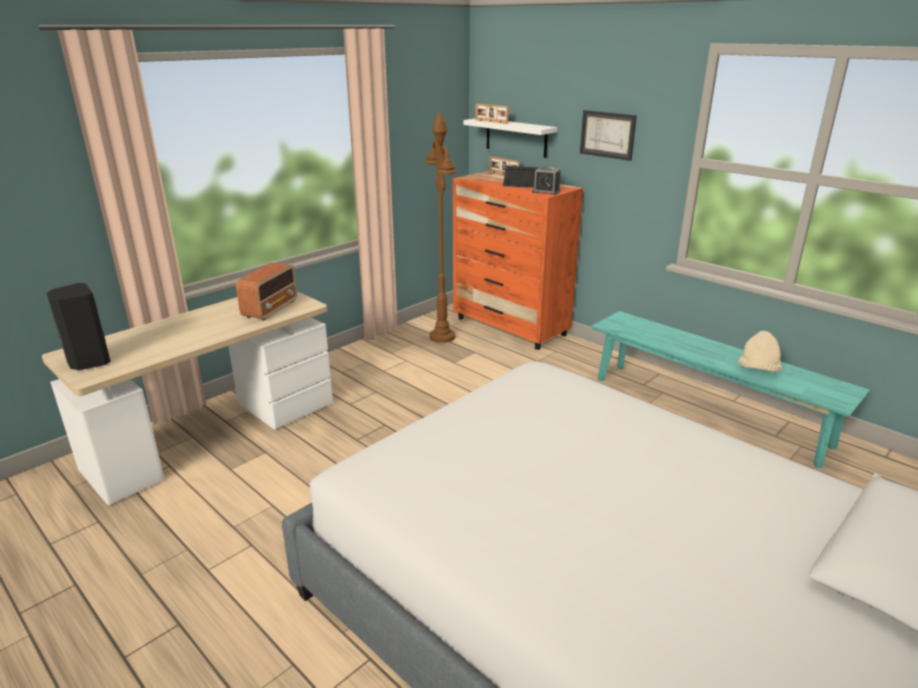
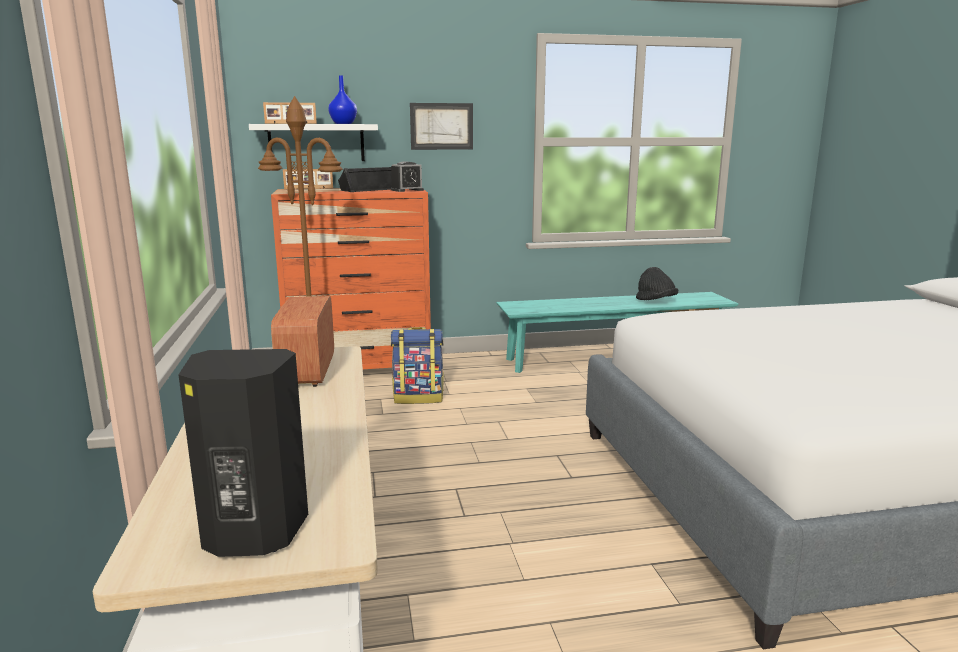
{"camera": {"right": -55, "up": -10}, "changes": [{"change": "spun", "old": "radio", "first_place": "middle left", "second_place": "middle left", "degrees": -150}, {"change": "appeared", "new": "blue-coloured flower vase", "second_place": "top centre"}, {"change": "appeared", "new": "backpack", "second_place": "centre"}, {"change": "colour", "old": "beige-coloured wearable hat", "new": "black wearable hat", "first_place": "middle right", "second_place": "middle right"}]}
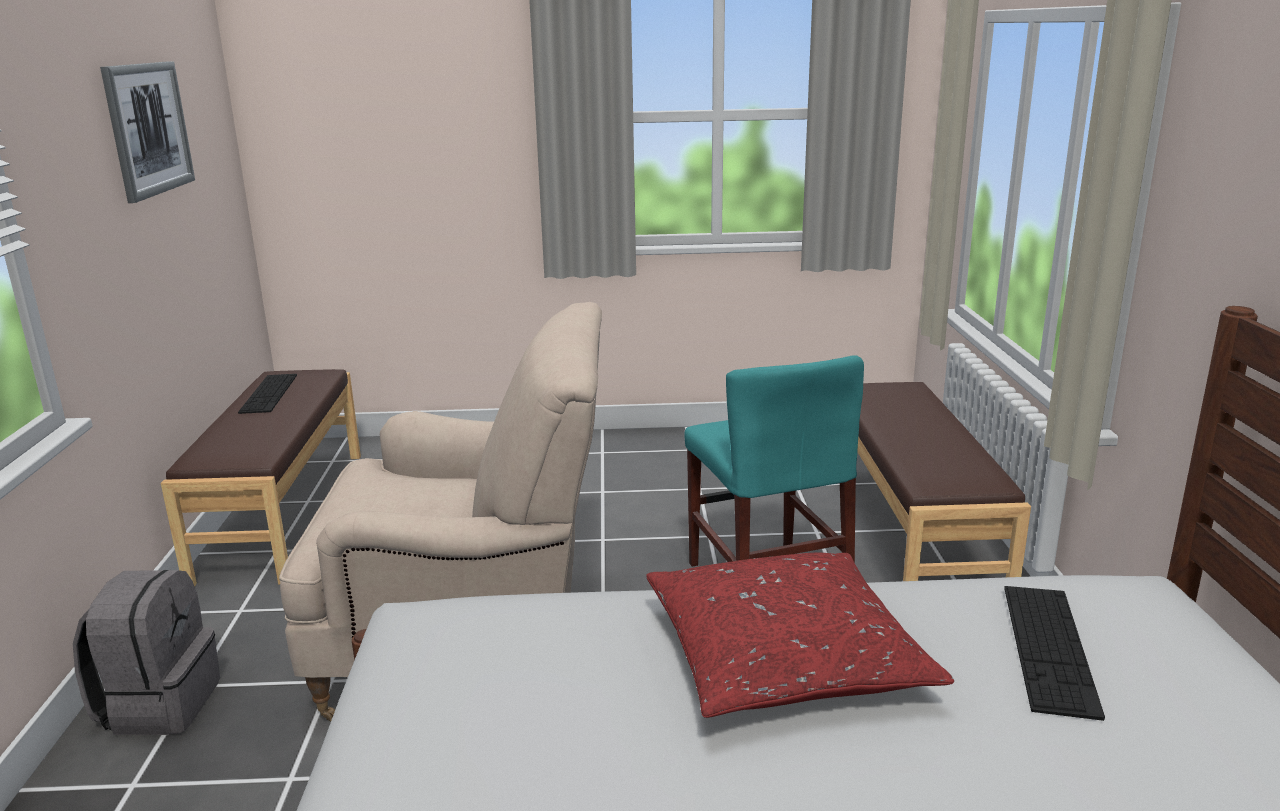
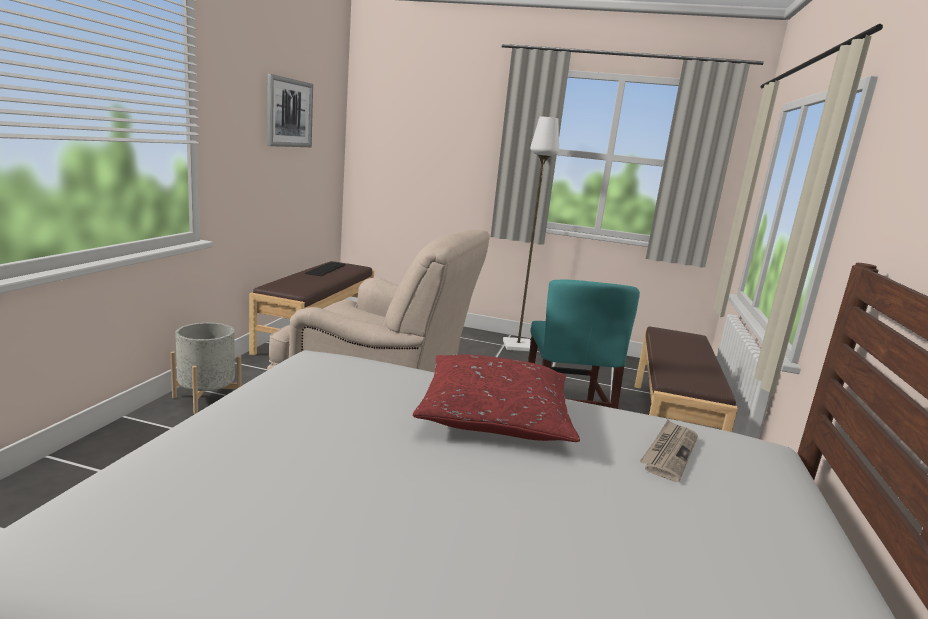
{"camera": {"right": 15, "up": -5}, "changes": [{"change": "exchanged", "old": "greyish backpack", "new": "greyish plant pot", "first_place": "bottom left", "second_place": "middle left"}, {"change": "appeared", "new": "whitish standard lamp", "second_place": "centre"}, {"change": "exchanged", "old": "keyboard (no. 2 from left)", "new": "daily paper", "first_place": "bottom right", "second_place": "bottom right"}]}
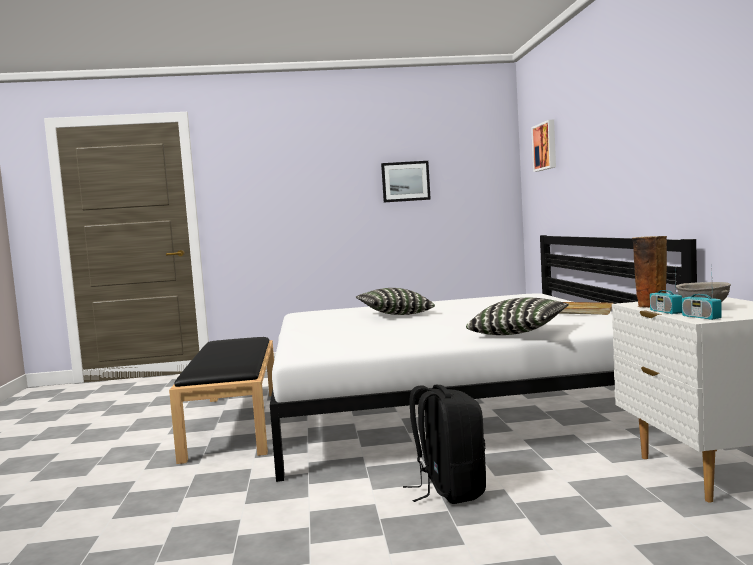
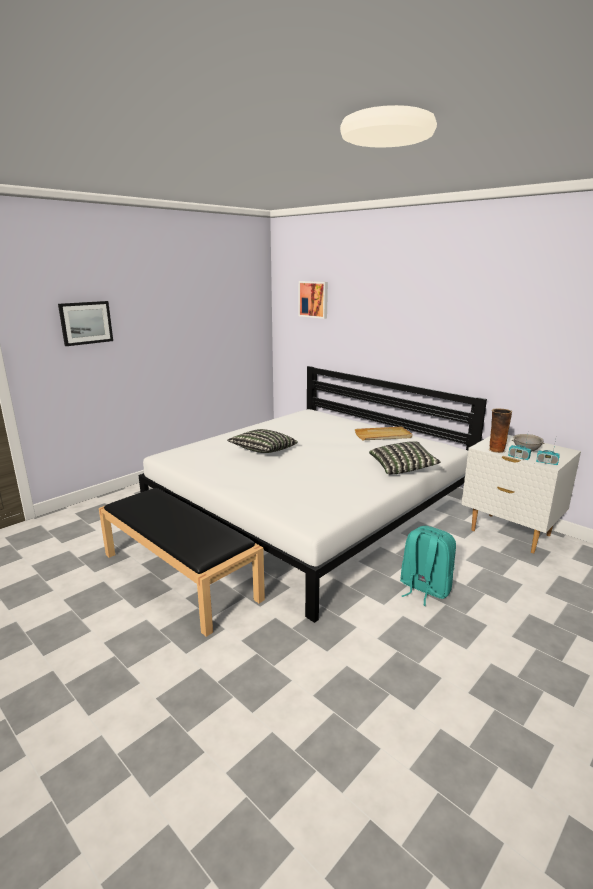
{"camera": {"right": -40, "up": 15}, "changes": [{"change": "relocated", "old": "wall picture (no. 1 from left)", "first_place": "top centre", "second_place": "middle left"}, {"change": "colour", "old": "black backpack", "new": "turquoise backpack", "first_place": "bottom centre", "second_place": "middle right"}]}
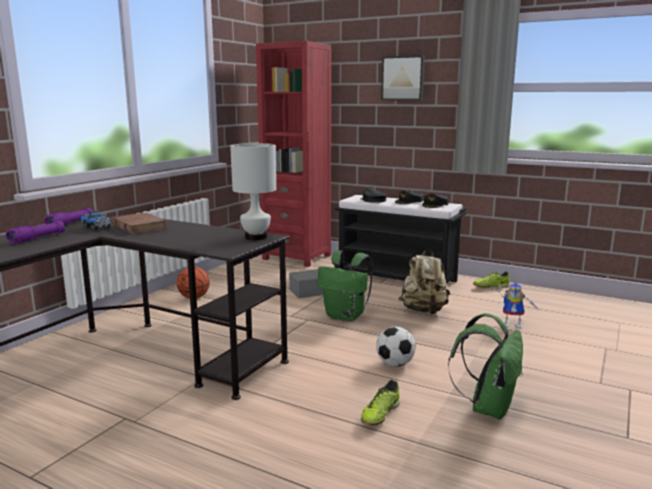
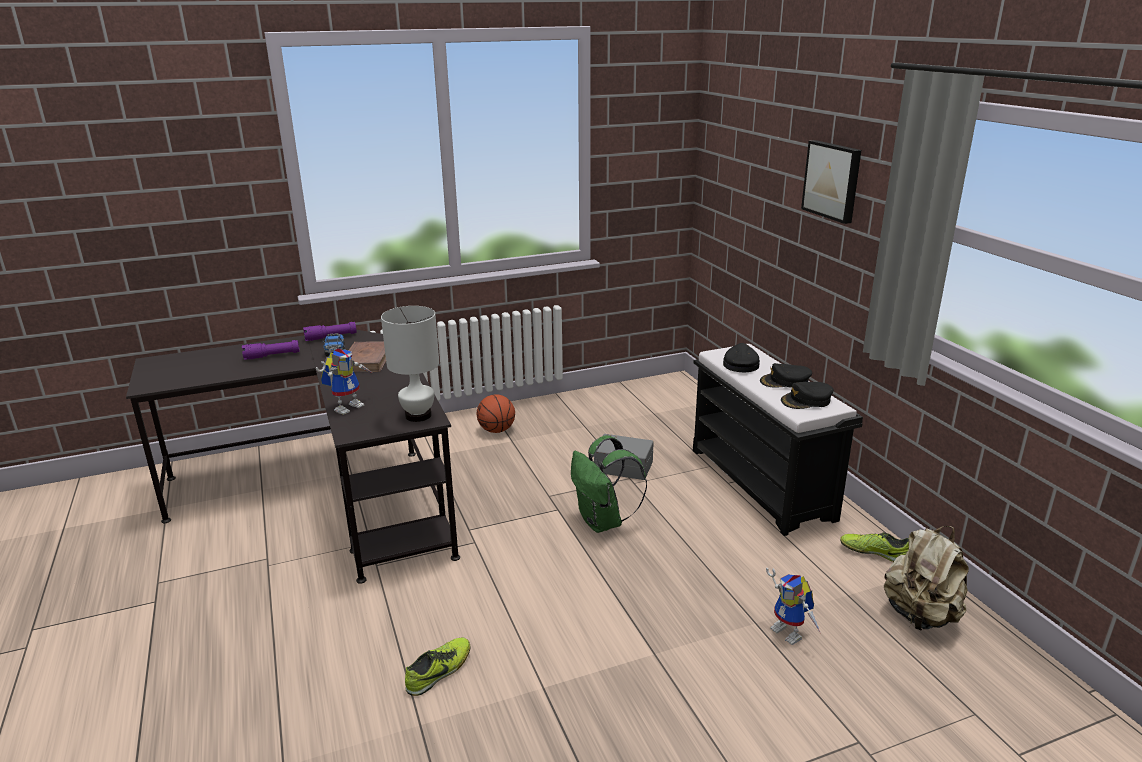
{"camera": {"right": 40, "up": 10}, "changes": [{"change": "appeared", "new": "robot figure (no. 1 from left)", "second_place": "middle left"}, {"change": "spun", "old": "item of footwear (no. 1 from left)", "first_place": "bottom centre", "second_place": "bottom centre", "degrees": 150}, {"change": "relocated", "old": "beige-coloured backpack", "first_place": "centre", "second_place": "bottom right"}, {"change": "missing", "old": "reddish shelving unit", "first_place": "top centre"}, {"change": "missing", "old": "ball for football", "first_place": "bottom centre"}, {"change": "missing", "old": "green backpack (no. 2 from left)", "first_place": "bottom right"}]}
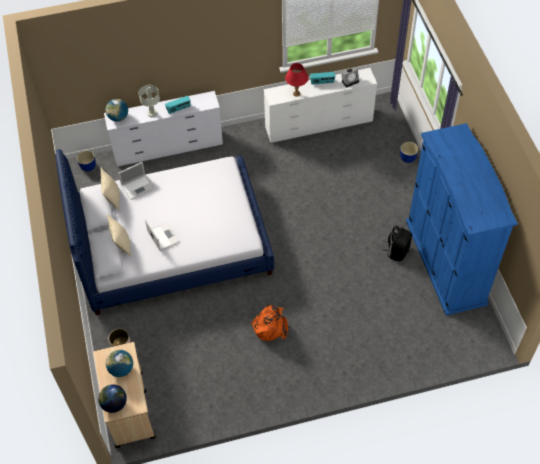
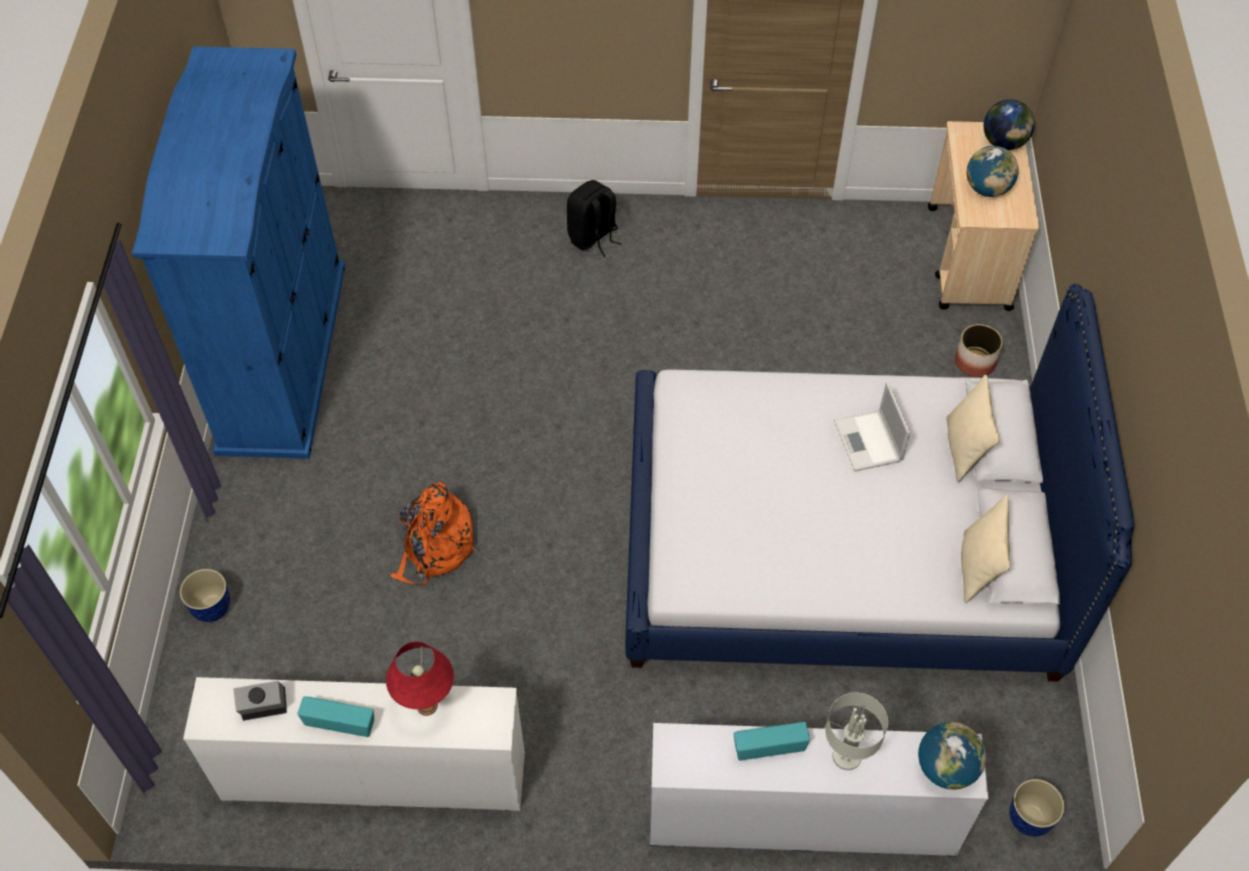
{"camera": {"right": -165, "up": 0}, "changes": [{"change": "relocated", "old": "orange backpack", "first_place": "bottom centre", "second_place": "centre"}, {"change": "relocated", "old": "black backpack", "first_place": "middle right", "second_place": "top centre"}, {"change": "missing", "old": "laptop (no. 1 from left)", "first_place": "middle left"}]}
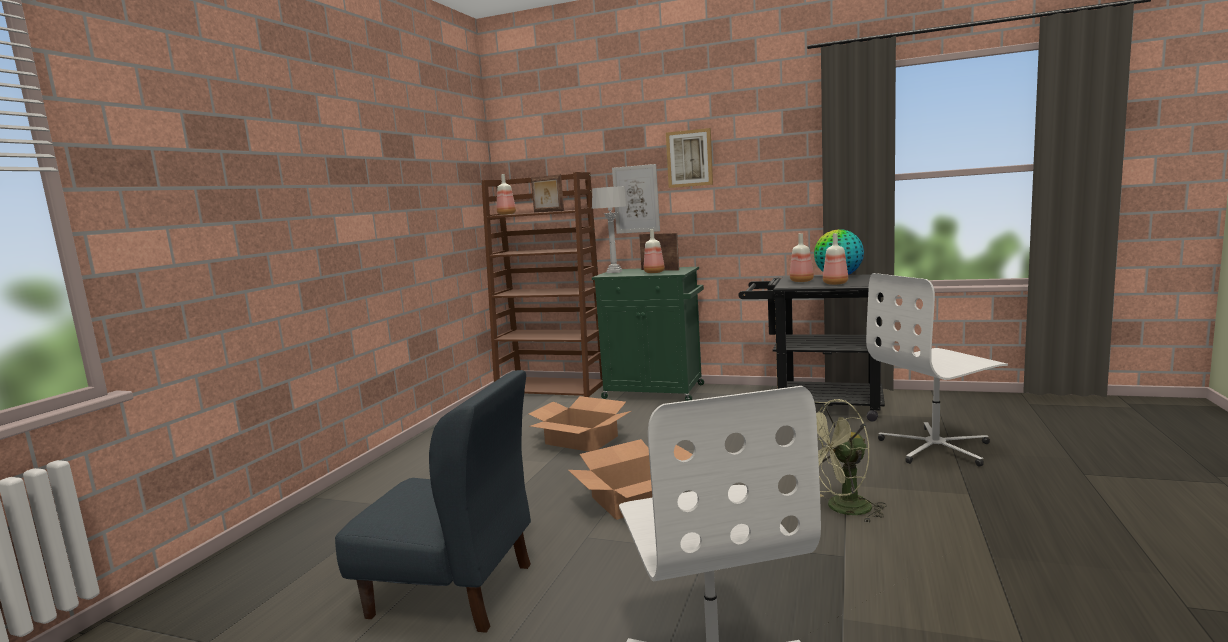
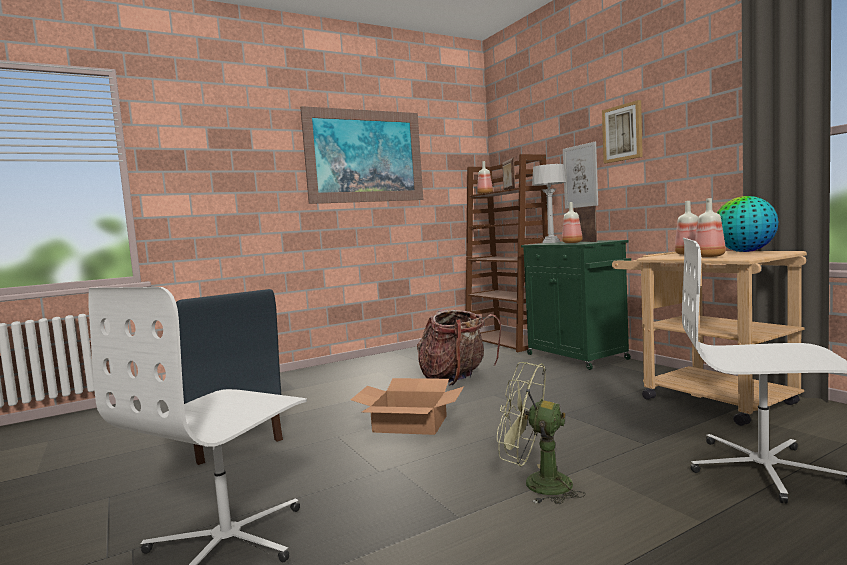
{"camera": {"right": 40, "up": -5}, "changes": [{"change": "appeared", "new": "wall picture (no. 1 from left)", "second_place": "top centre"}, {"change": "exchanged", "old": "cardboard box (no. 1 from left)", "new": "backpack", "first_place": "centre", "second_place": "centre"}, {"change": "colour", "old": "black cart", "new": "beige-coloured cart", "first_place": "centre", "second_place": "middle right"}]}
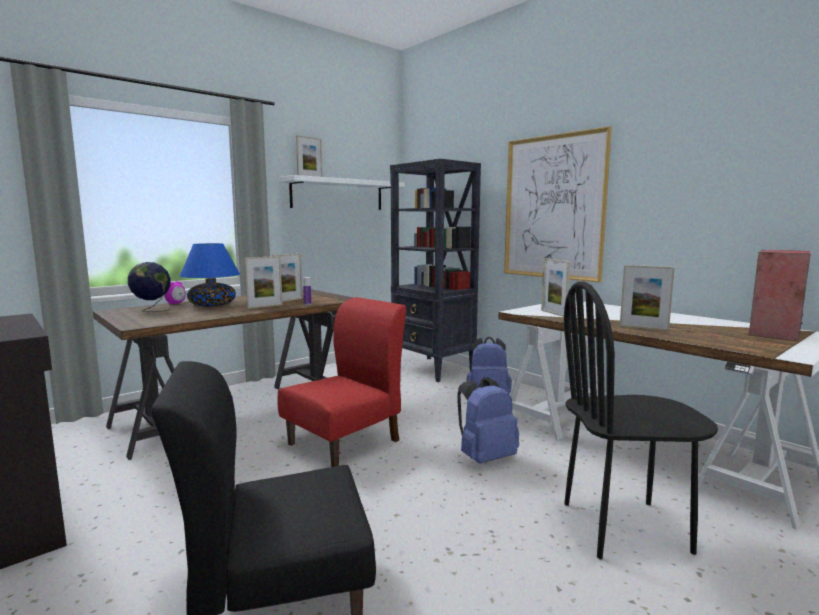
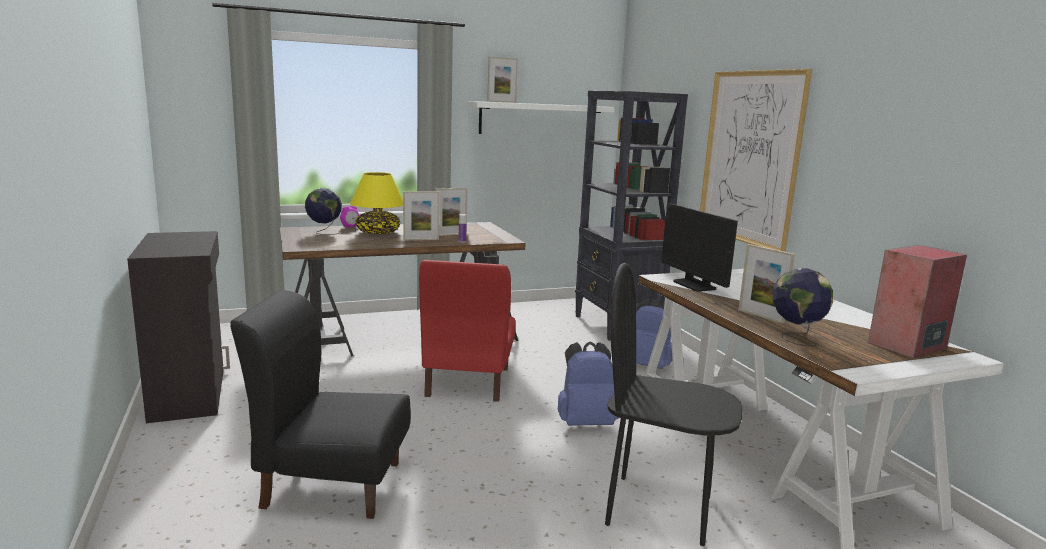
{"camera": {"right": 20, "up": 5}, "changes": [{"change": "colour", "old": "blue-coloured table lamp", "new": "yellowish table lamp", "first_place": "middle left", "second_place": "centre"}, {"change": "spun", "old": "reddish chair", "first_place": "centre", "second_place": "centre", "degrees": 120}, {"change": "exchanged", "old": "standing frame (no. 4 from left)", "new": "monitor", "first_place": "middle right", "second_place": "middle right"}, {"change": "appeared", "new": "world globe (no. 2 from left)", "second_place": "middle right"}]}
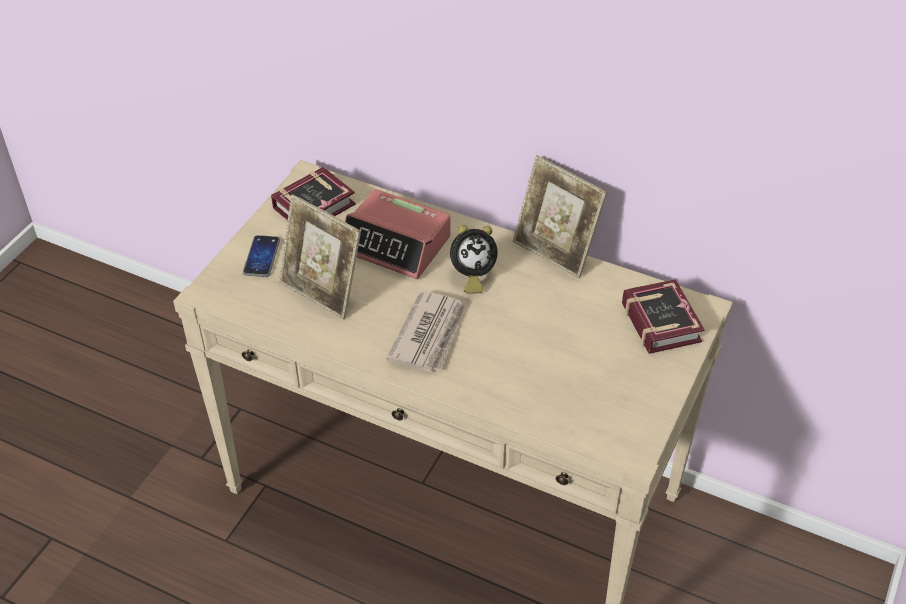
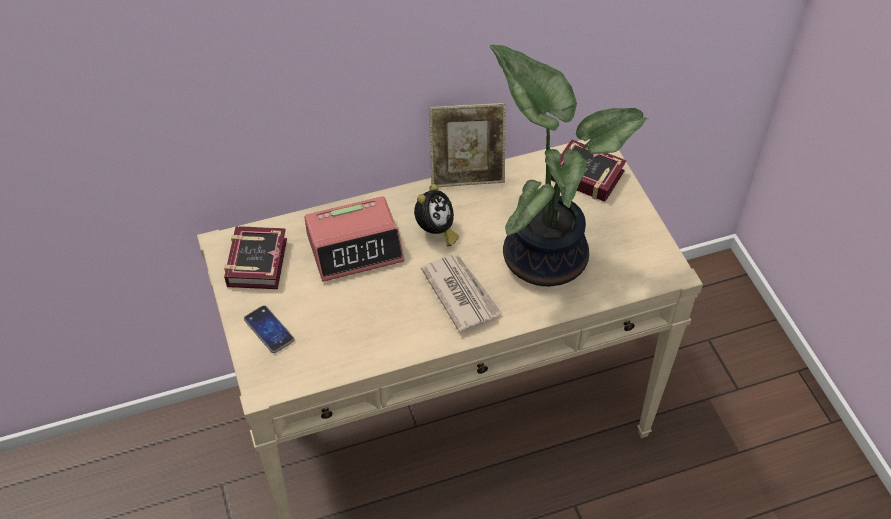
{"camera": {"right": -45, "up": 5}, "changes": [{"change": "appeared", "new": "potted plant", "second_place": "top centre"}, {"change": "missing", "old": "standing frame (no. 1 from left)", "first_place": "centre"}]}
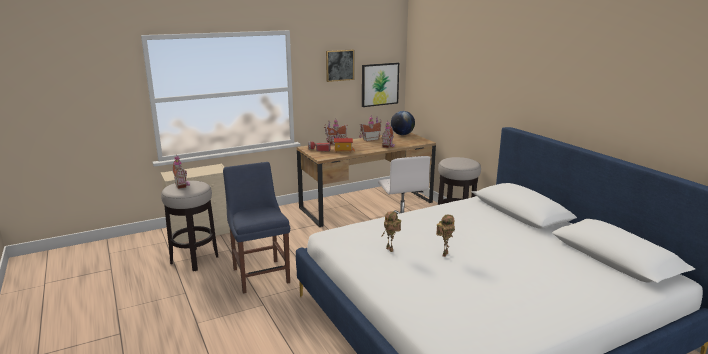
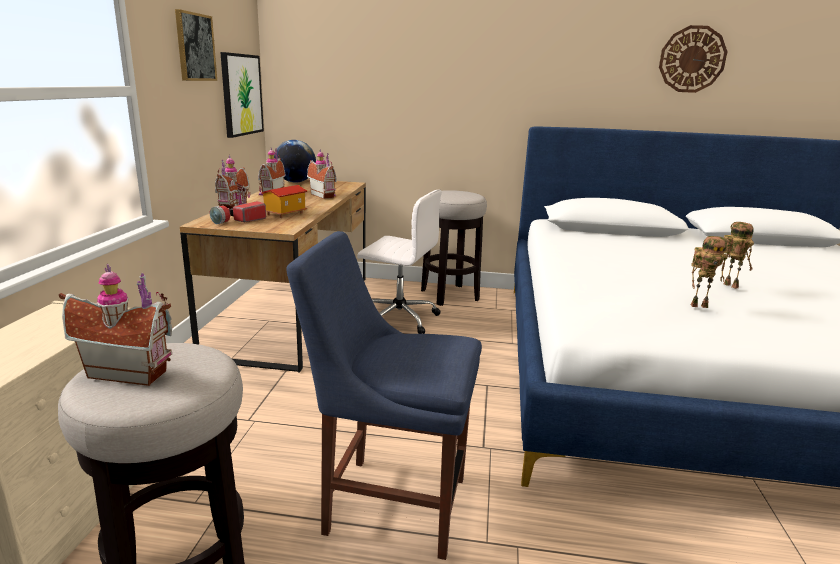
{"camera": {"right": -55, "up": 0}, "changes": [{"change": "appeared", "new": "wall clock", "second_place": "top right"}]}
